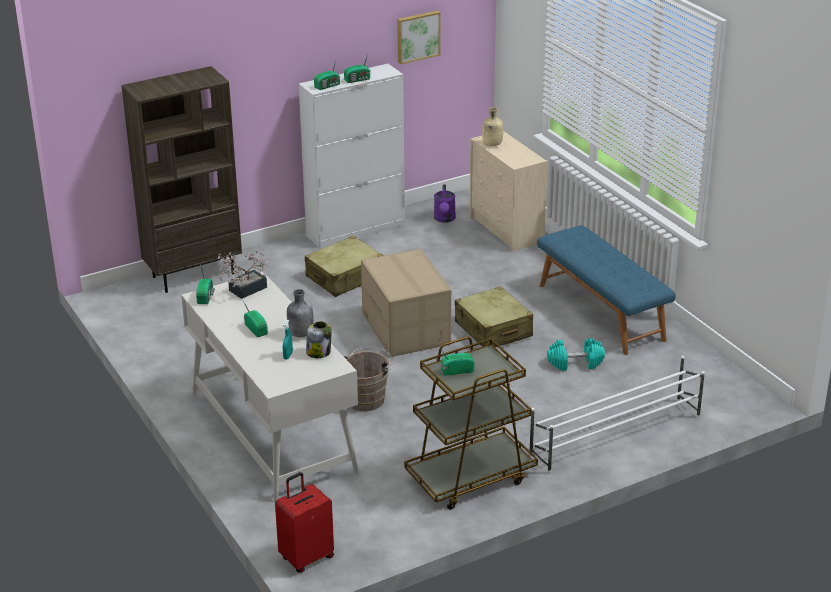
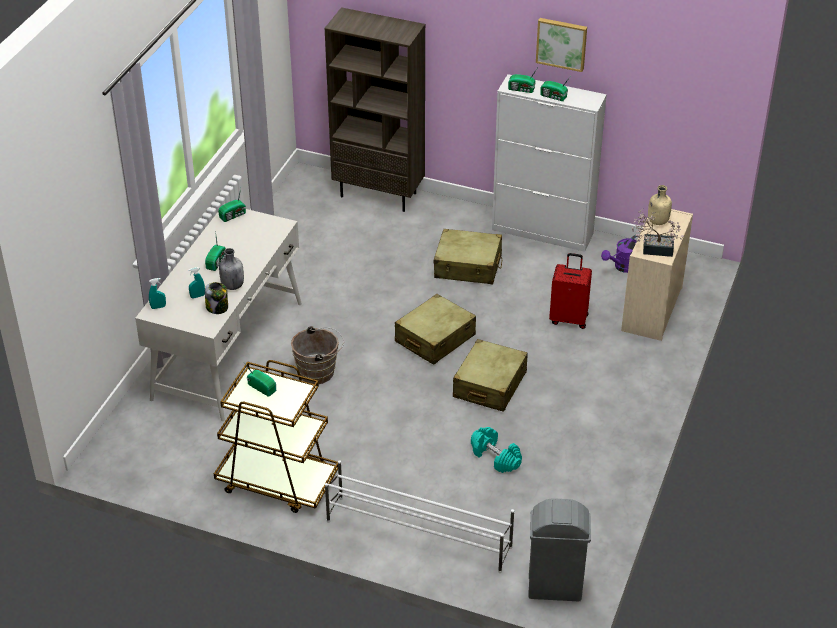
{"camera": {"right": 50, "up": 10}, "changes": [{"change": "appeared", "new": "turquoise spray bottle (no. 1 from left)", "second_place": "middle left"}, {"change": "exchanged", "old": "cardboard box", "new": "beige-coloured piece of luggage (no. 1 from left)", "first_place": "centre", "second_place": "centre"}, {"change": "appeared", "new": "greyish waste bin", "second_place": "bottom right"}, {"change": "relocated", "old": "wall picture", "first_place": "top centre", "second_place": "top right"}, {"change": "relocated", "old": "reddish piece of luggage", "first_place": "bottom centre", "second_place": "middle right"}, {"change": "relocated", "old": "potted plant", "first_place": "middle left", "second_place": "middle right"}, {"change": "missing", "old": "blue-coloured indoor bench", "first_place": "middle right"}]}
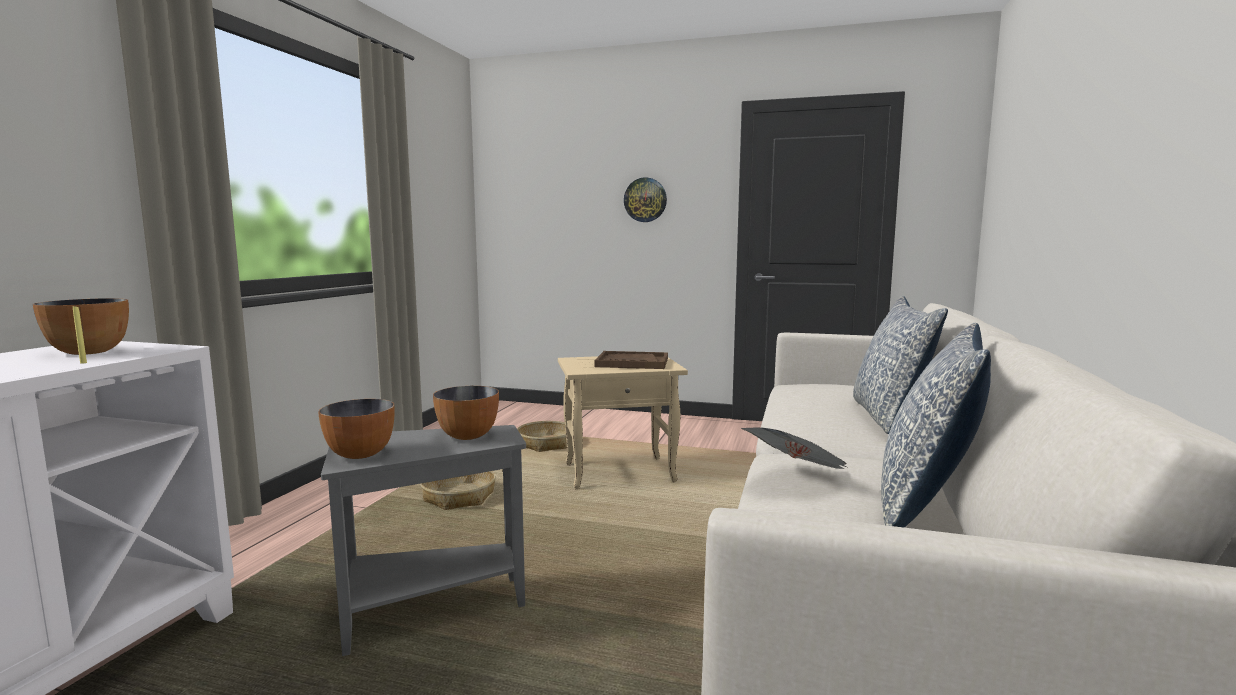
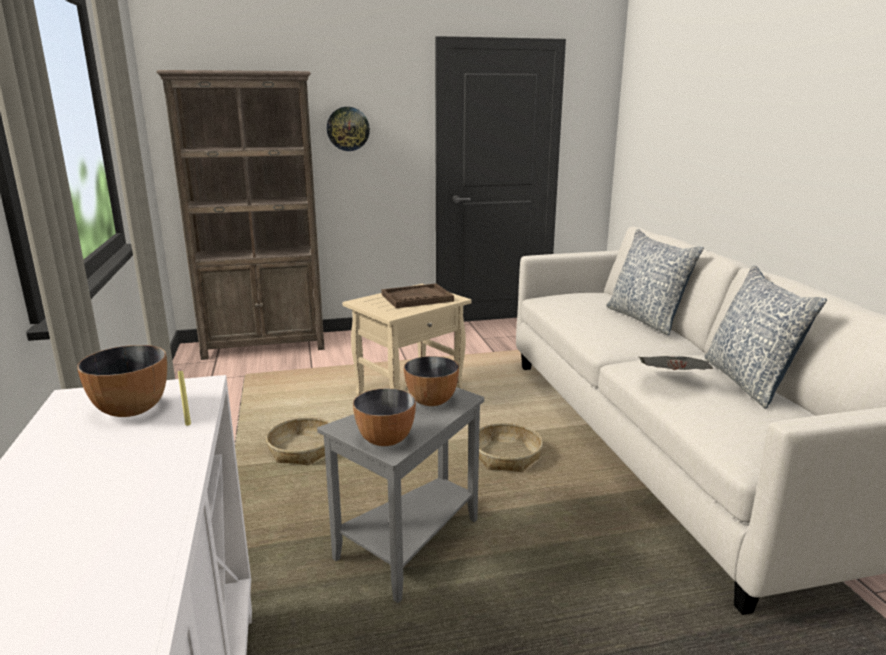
{"camera": {"right": -30, "up": 10}, "changes": [{"change": "appeared", "new": "brown-coloured shelving unit", "second_place": "top left"}, {"change": "relocated", "old": "storage basket (no. 2 from left)", "first_place": "centre", "second_place": "bottom centre"}]}
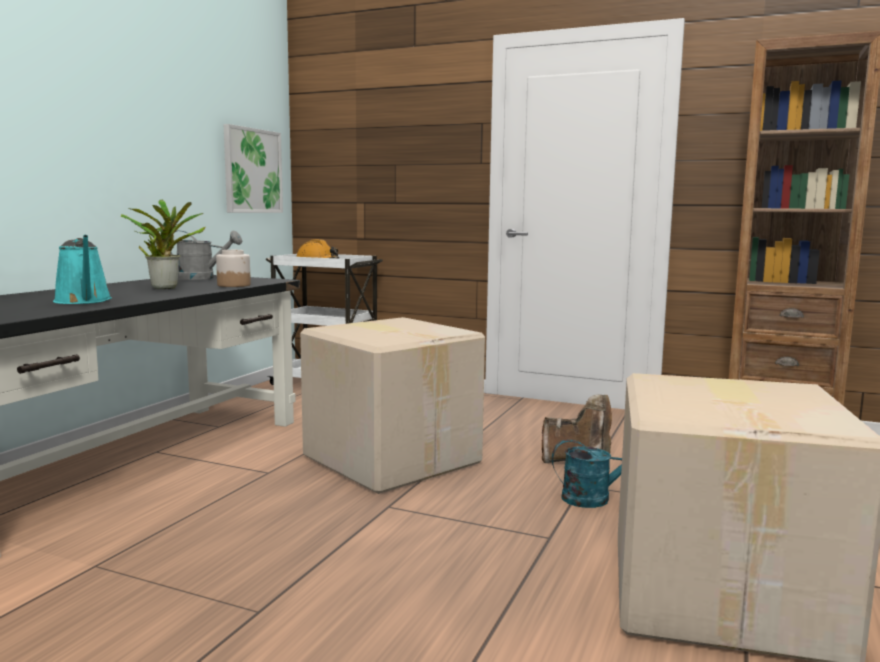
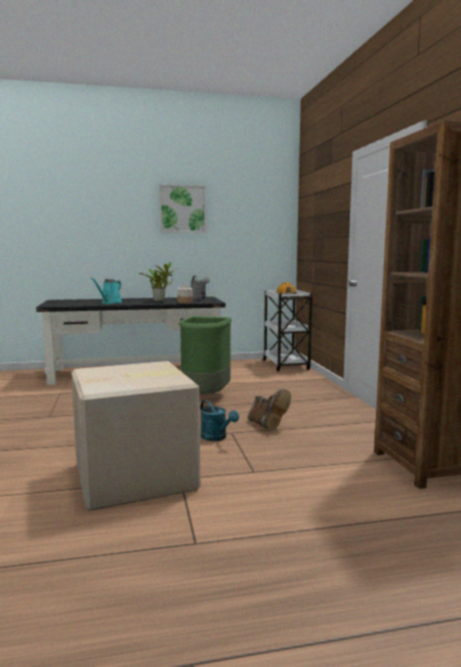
{"camera": {"right": 55, "up": 0}, "changes": [{"change": "relocated", "old": "wall picture", "first_place": "top left", "second_place": "top centre"}, {"change": "exchanged", "old": "cardboard box (no. 1 from left)", "new": "green waste bin", "first_place": "centre", "second_place": "centre"}]}
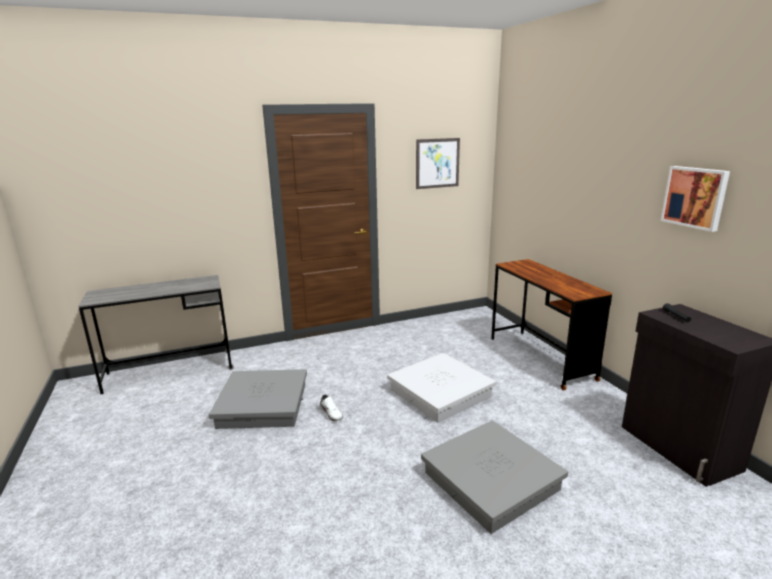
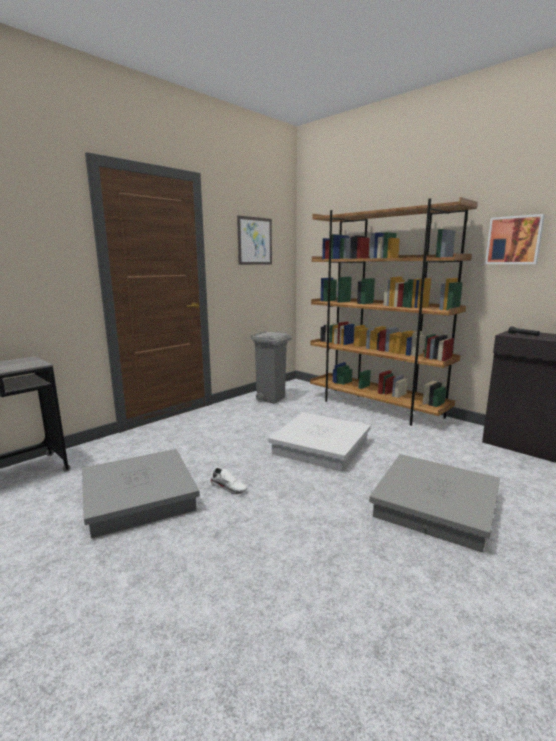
{"camera": {"right": -25, "up": -5}, "changes": [{"change": "appeared", "new": "greyish waste bin", "second_place": "centre"}, {"change": "exchanged", "old": "brown-coloured desk table", "new": "brown-coloured shelving unit", "first_place": "middle right", "second_place": "middle right"}]}
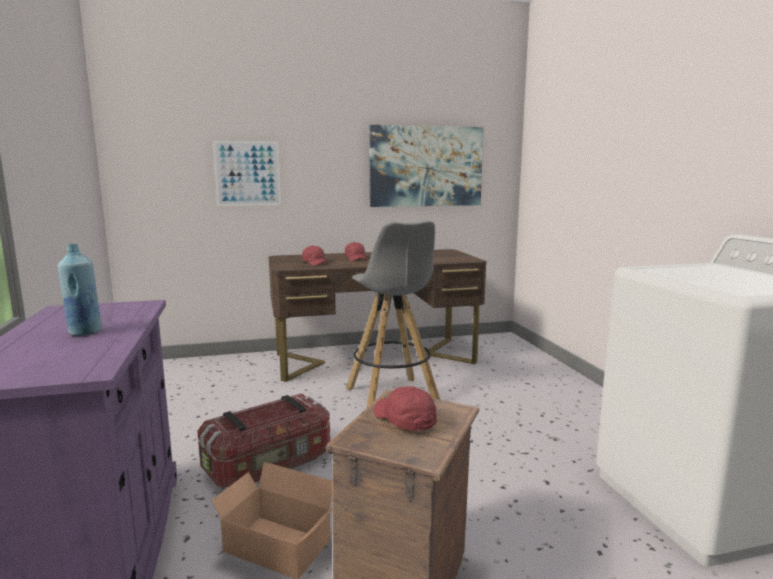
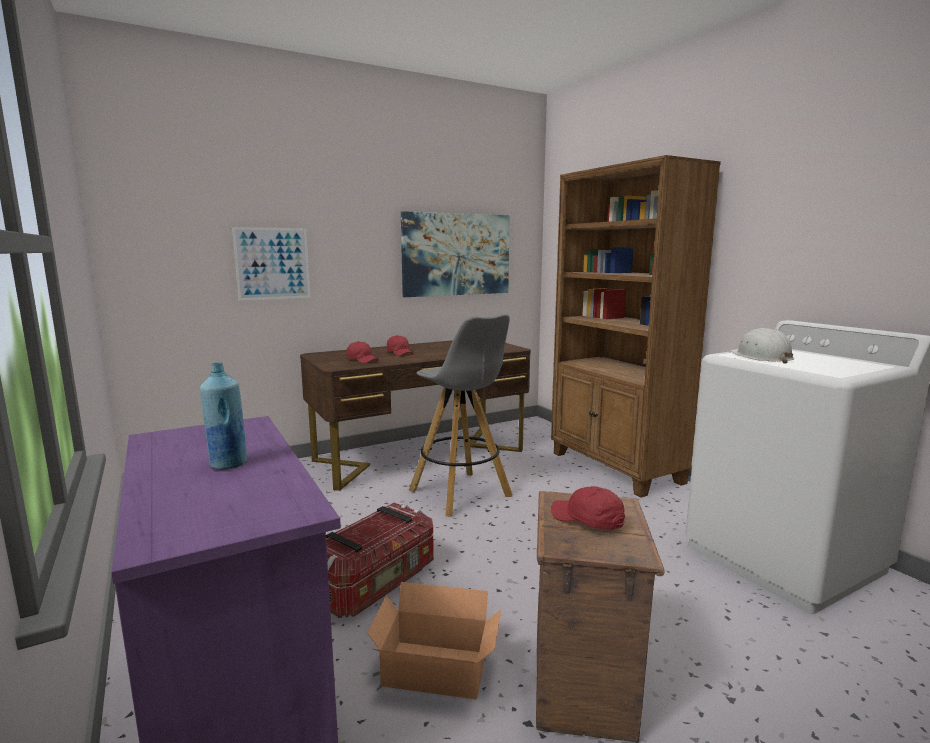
{"camera": {"right": -15, "up": 0}, "changes": [{"change": "appeared", "new": "brown-coloured shelving unit", "second_place": "middle right"}, {"change": "appeared", "new": "whitish safety helmet", "second_place": "middle right"}]}
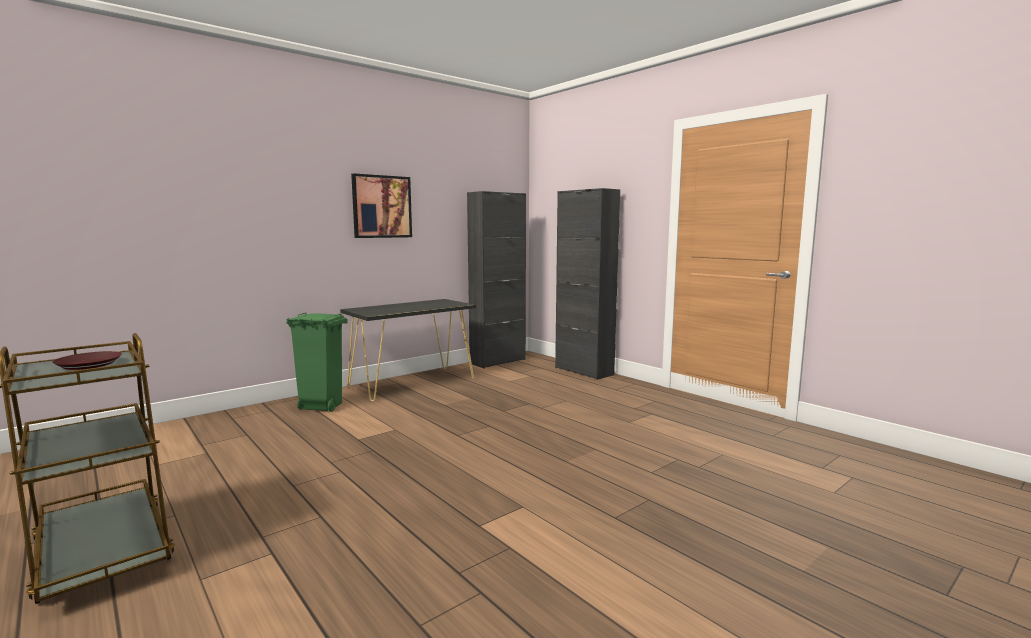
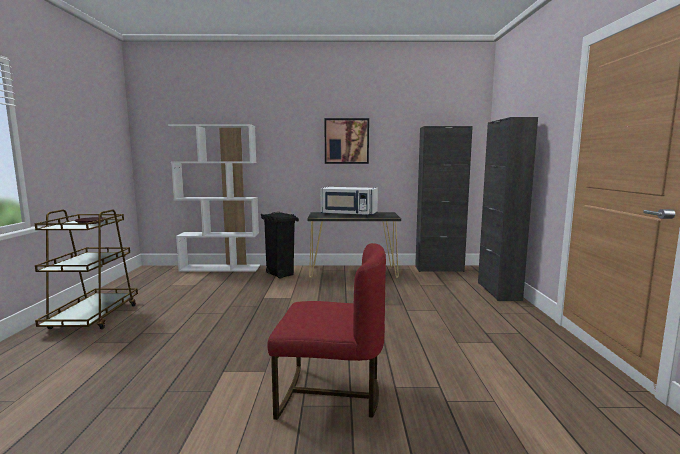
{"camera": {"right": 40, "up": 0}, "changes": [{"change": "appeared", "new": "whitish shelving unit", "second_place": "middle left"}, {"change": "colour", "old": "green waste bin", "new": "black waste bin", "first_place": "middle left", "second_place": "centre"}, {"change": "appeared", "new": "reddish chair", "second_place": "bottom centre"}, {"change": "appeared", "new": "whitish microwave oven", "second_place": "centre"}]}
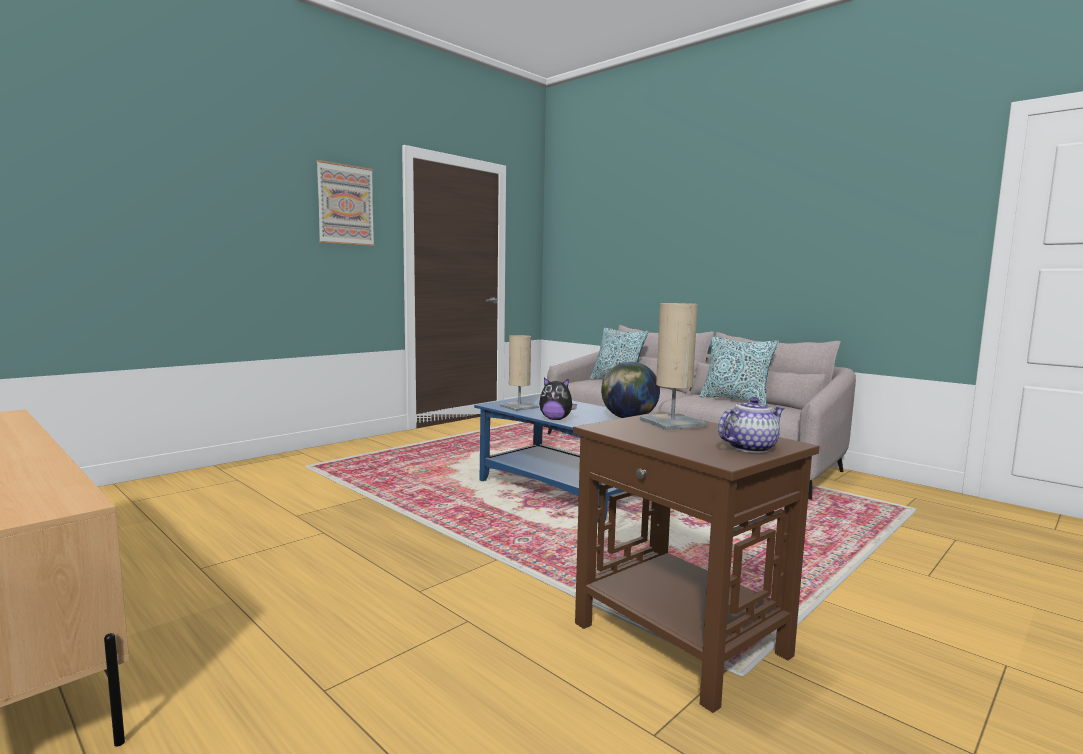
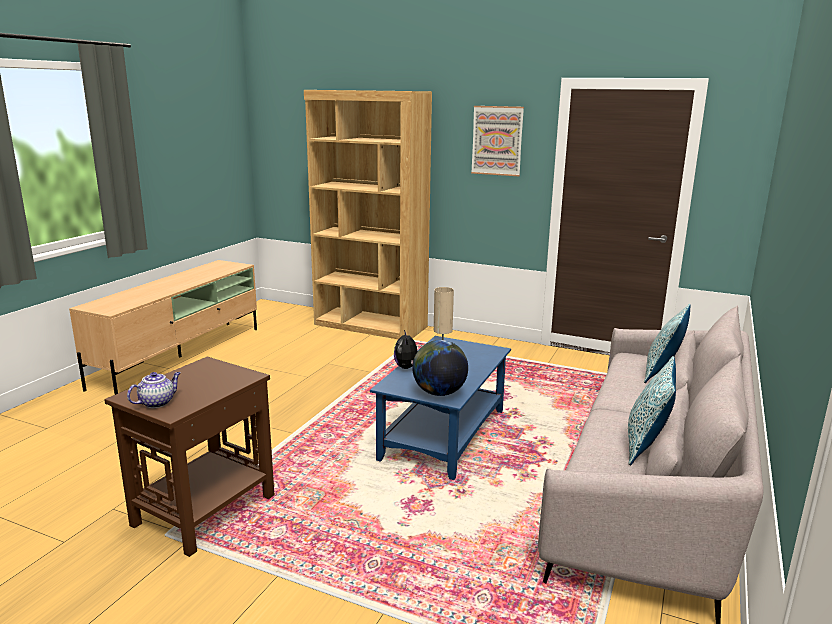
{"camera": {"right": 70, "up": 10}, "changes": [{"change": "spun", "old": "teapot", "first_place": "middle right", "second_place": "middle left", "degrees": -90}, {"change": "appeared", "new": "brown-coloured shelving unit", "second_place": "centre"}, {"change": "missing", "old": "beige-coloured table lamp (no. 2 from left)", "first_place": "centre"}]}
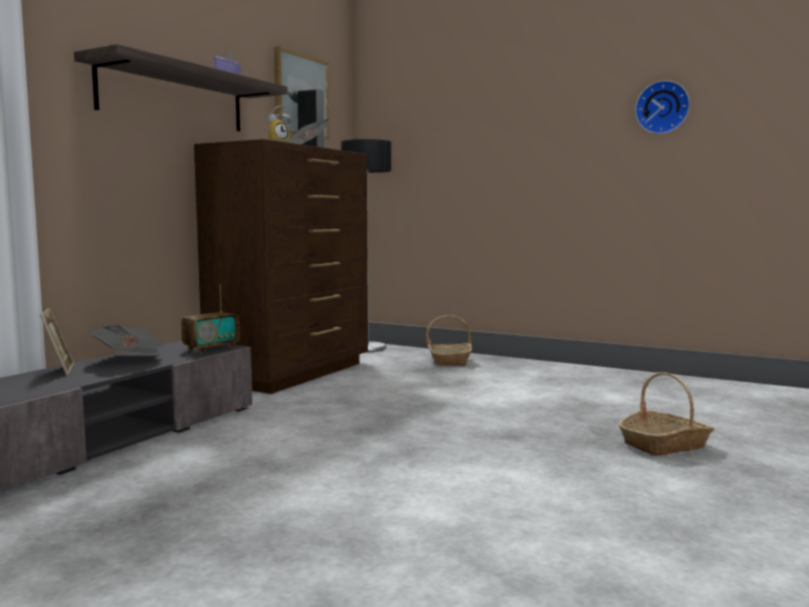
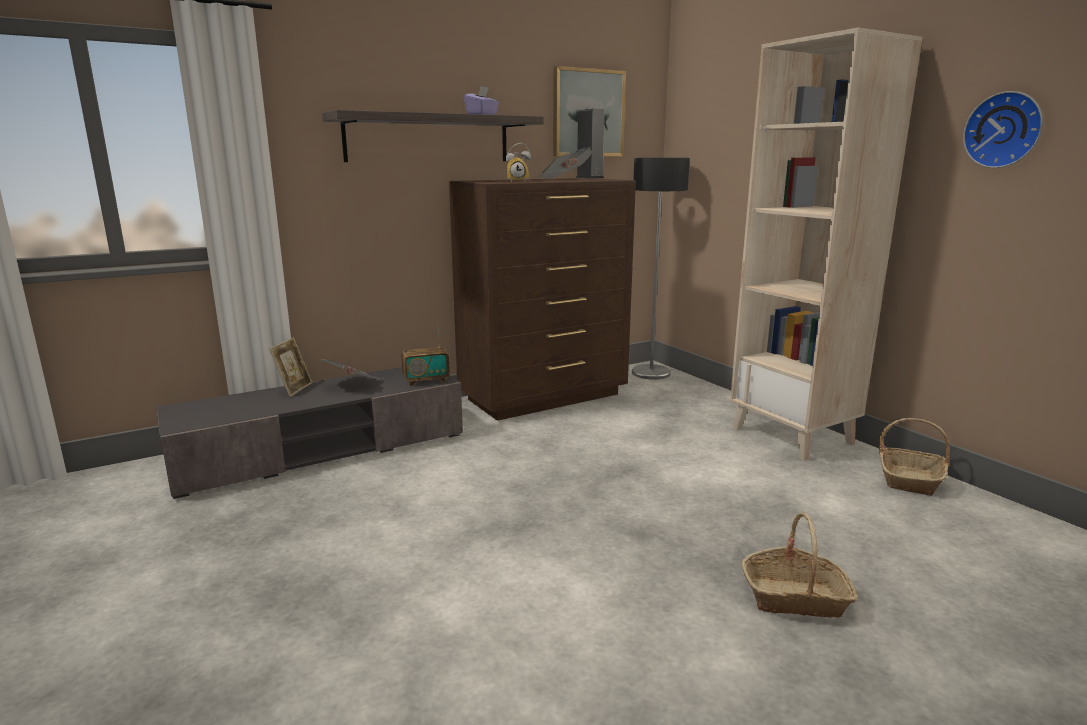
{"camera": {"right": 30, "up": 10}, "changes": [{"change": "appeared", "new": "beige-coloured shelving unit", "second_place": "middle right"}, {"change": "relocated", "old": "storage basket (no. 1 from left in the first image)", "new": "storage basket (no. 2 from left)", "first_place": "centre", "second_place": "middle right"}]}
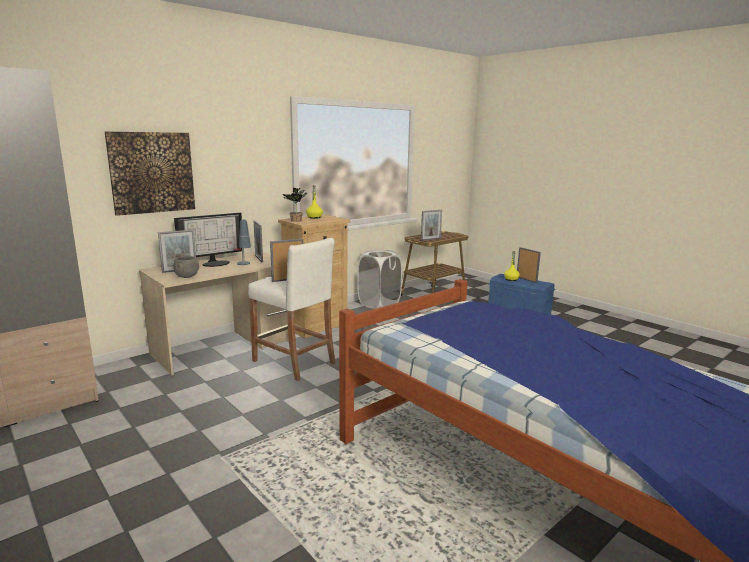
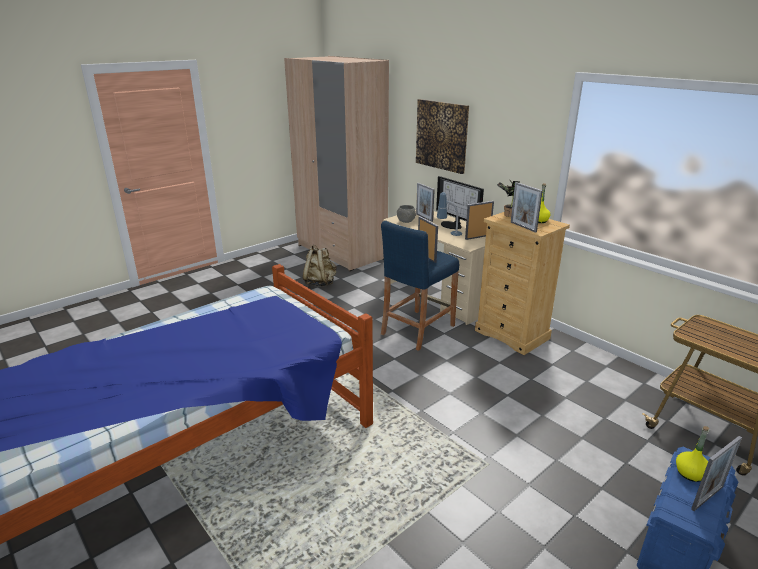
{"camera": {"right": 90, "up": 10}, "changes": [{"change": "appeared", "new": "beige-coloured backpack", "second_place": "centre"}, {"change": "colour", "old": "whitish stool", "new": "blue-coloured stool", "first_place": "centre", "second_place": "centre"}, {"change": "relocated", "old": "standing frame (no. 4 from left)", "first_place": "centre", "second_place": "middle right"}, {"change": "missing", "old": "whitish washing basket", "first_place": "centre"}]}
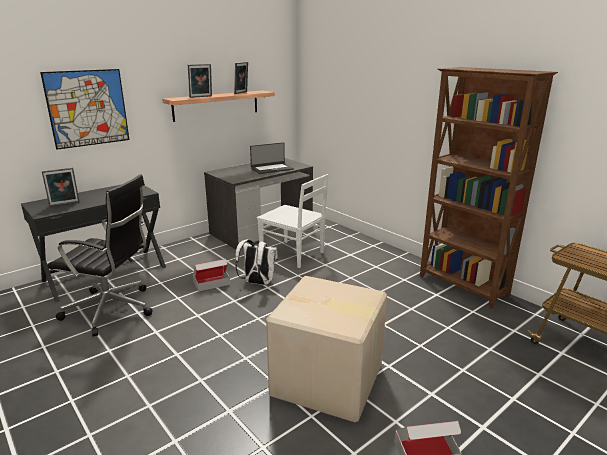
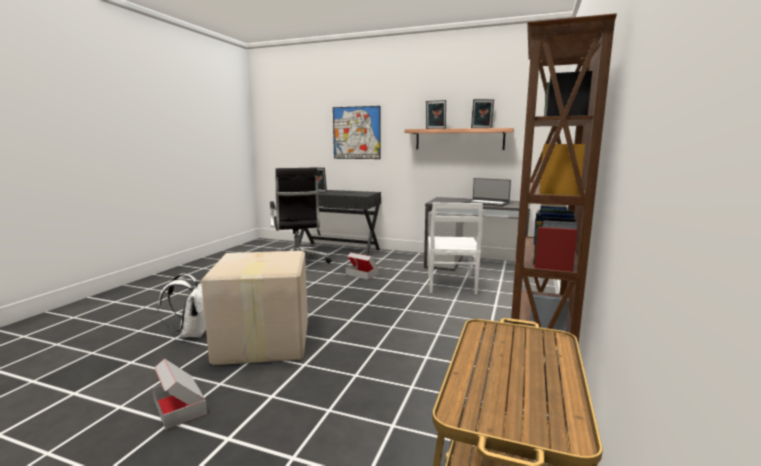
{"camera": {"right": 60, "up": -10}, "changes": [{"change": "relocated", "old": "whitish backpack", "first_place": "centre", "second_place": "middle left"}]}
